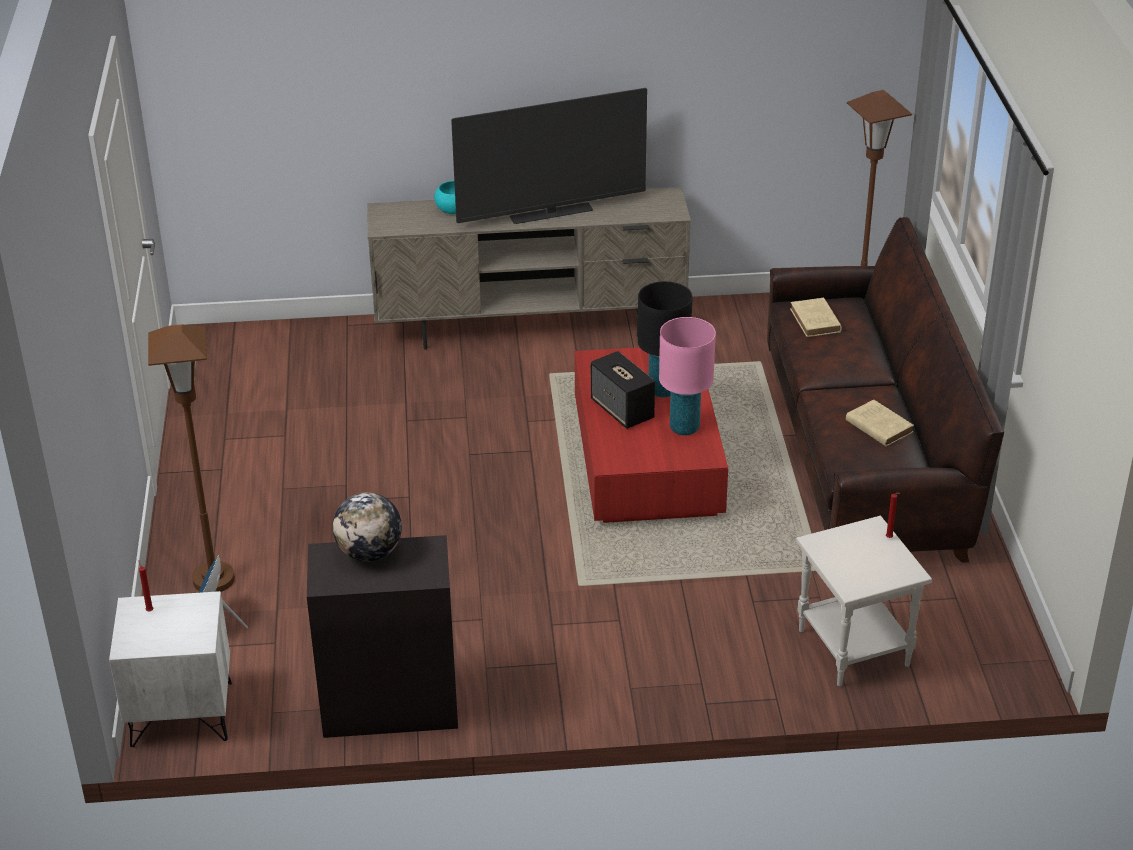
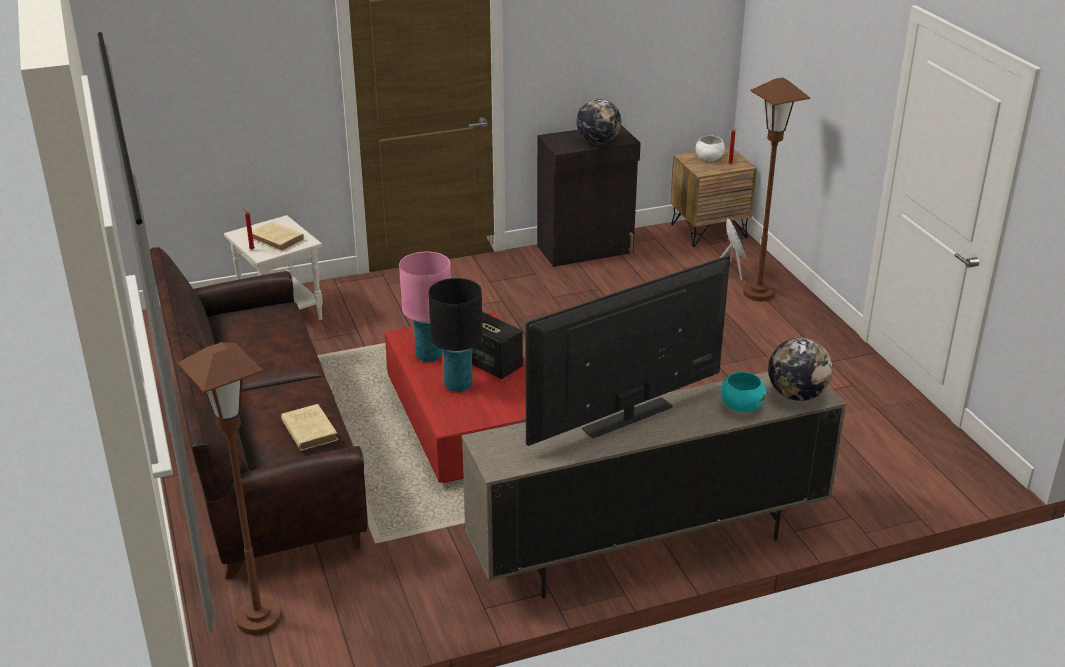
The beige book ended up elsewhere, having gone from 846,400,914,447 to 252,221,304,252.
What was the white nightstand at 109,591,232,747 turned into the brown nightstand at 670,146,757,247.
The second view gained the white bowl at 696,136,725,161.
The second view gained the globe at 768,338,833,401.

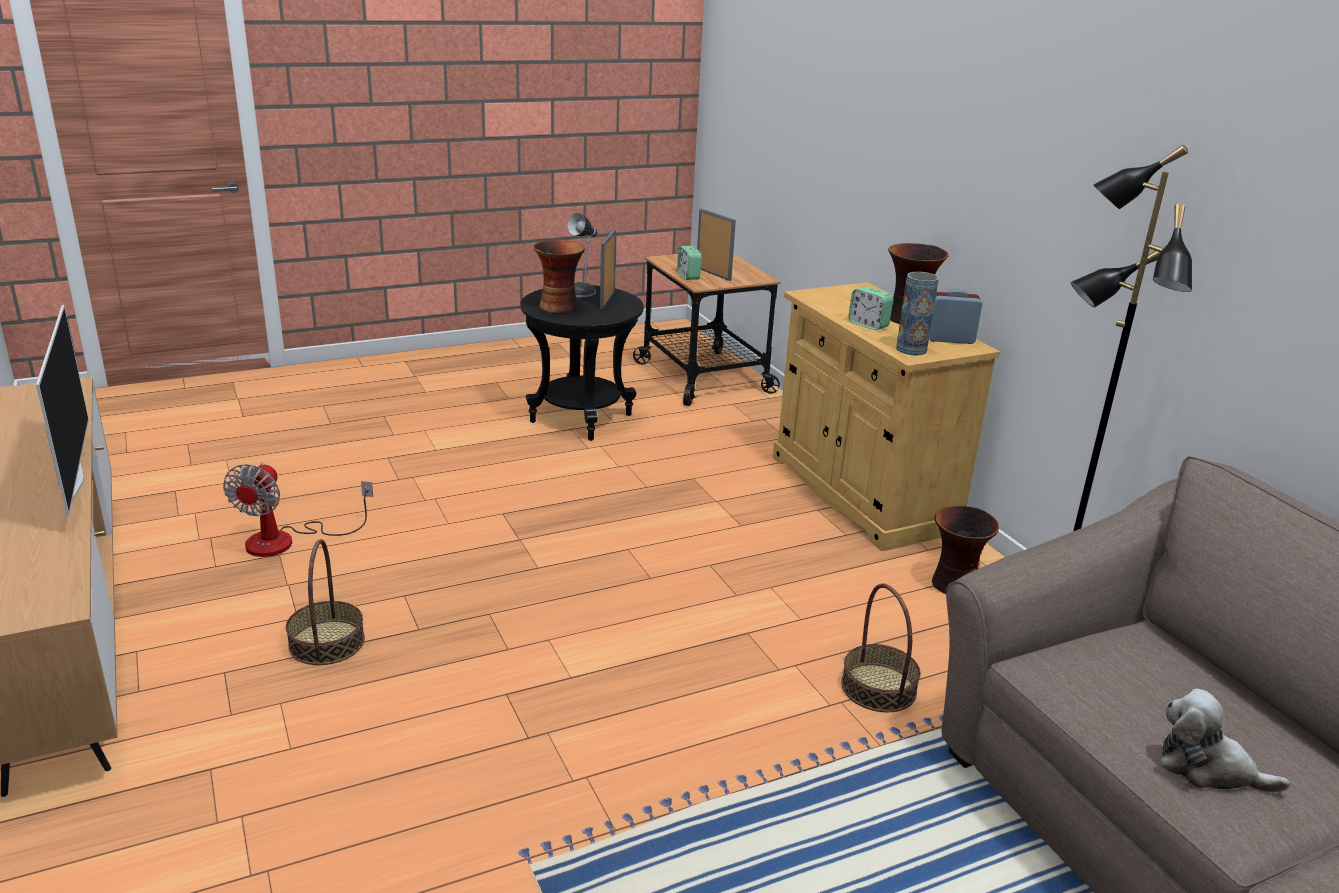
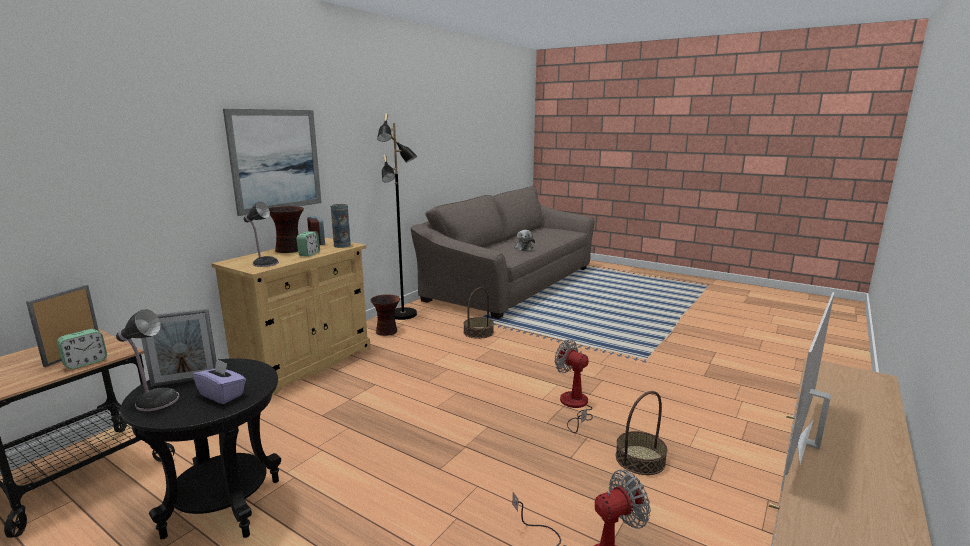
Where the vase stood at 533,240,585,313, the purple tissue box came to stand at 192,359,246,404.
The second view gained the picture at 223,109,322,216.
The second view gained the table lamp at 244,202,279,267.
The second view gained the fan at 555,339,593,433.

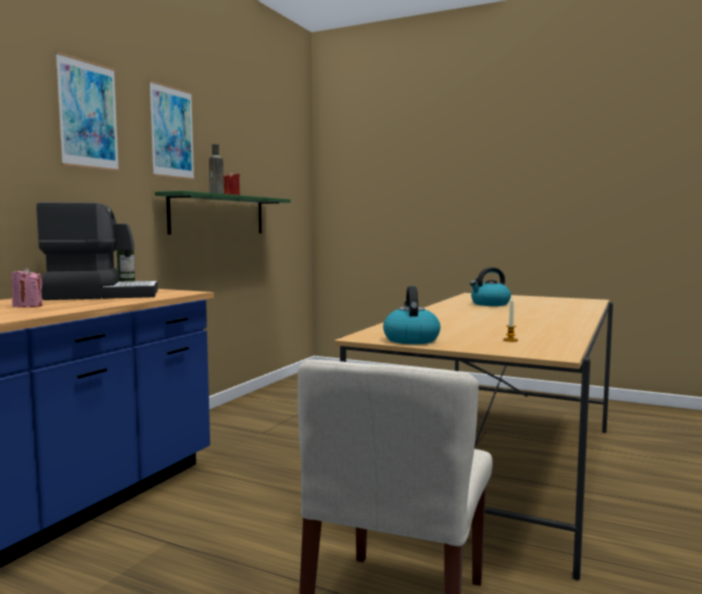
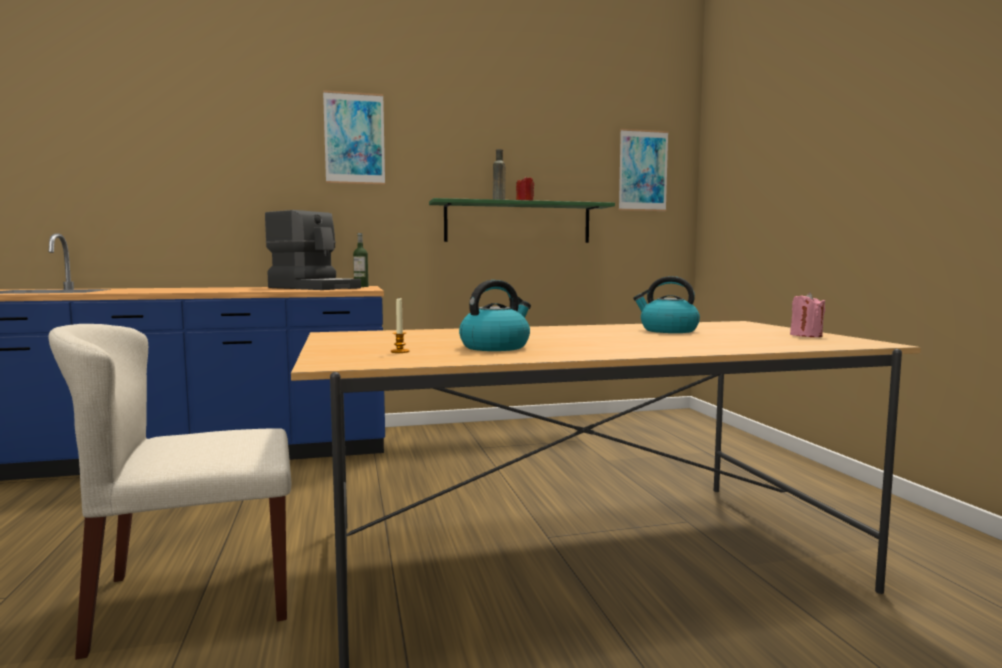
The picture ended up elsewhere, having gone from 149,80,195,180 to 619,129,669,211.
The pink candle ended up elsewhere, having gone from 12,267,43,307 to 790,292,825,337.
The kettle ended up elsewhere, having gone from 383,286,440,344 to 459,280,531,351.

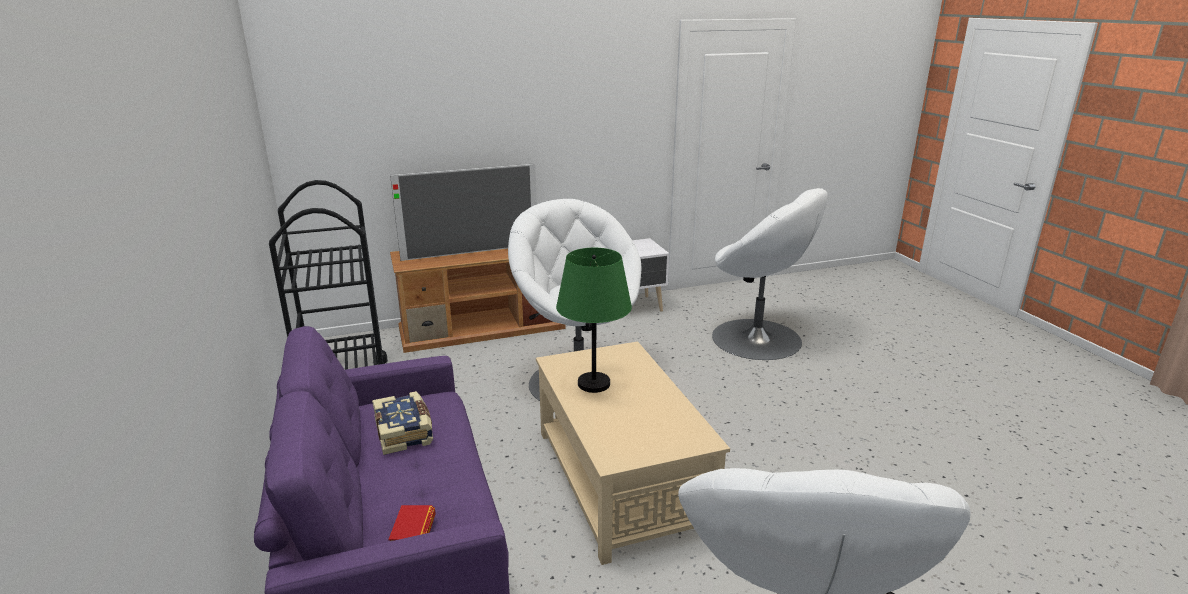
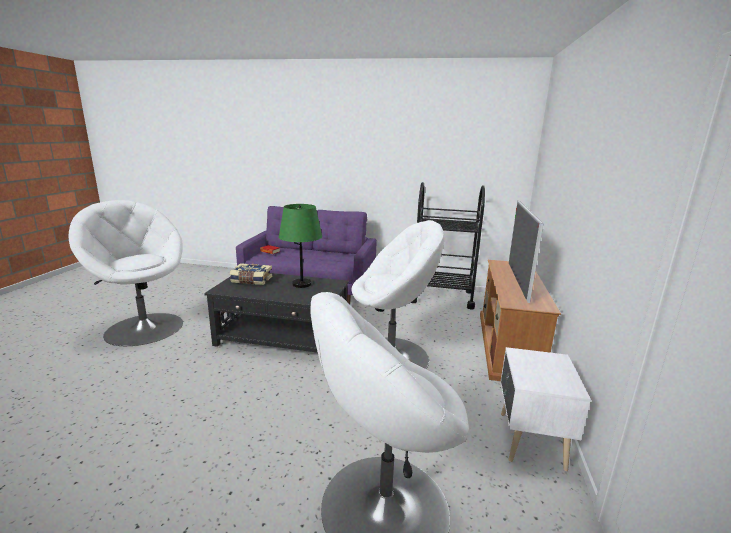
What was the beige coffee table at 536,341,730,565 turned into the black coffee table at 204,273,349,353.
The book ended up elsewhere, having gone from 372,391,433,455 to 230,263,272,285.

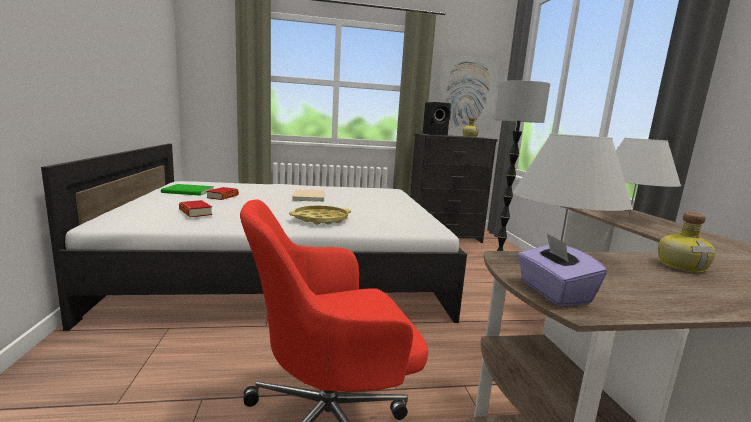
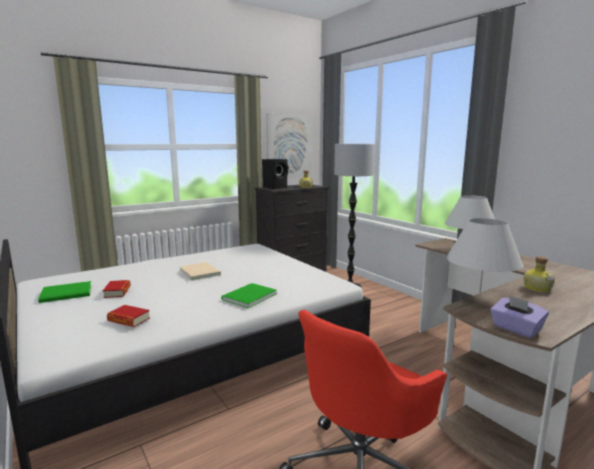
Where the yellow tray stood at 289,205,351,225, the green book came to stand at 221,283,277,308.

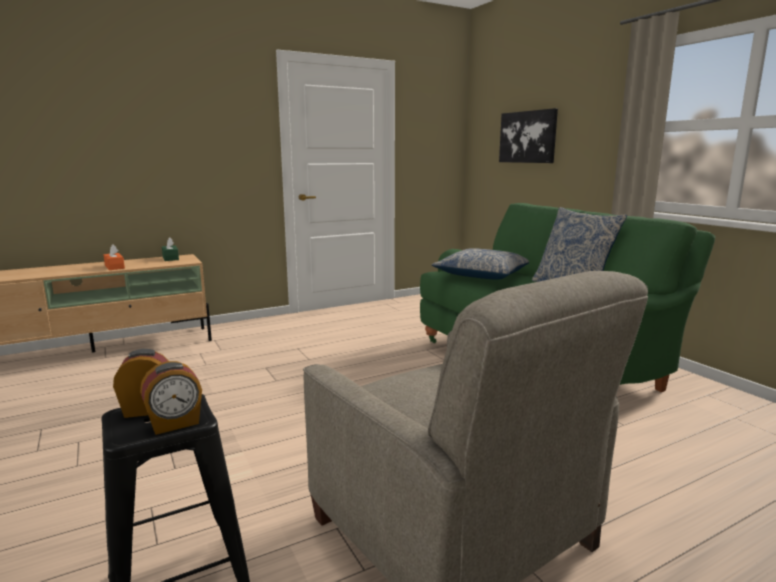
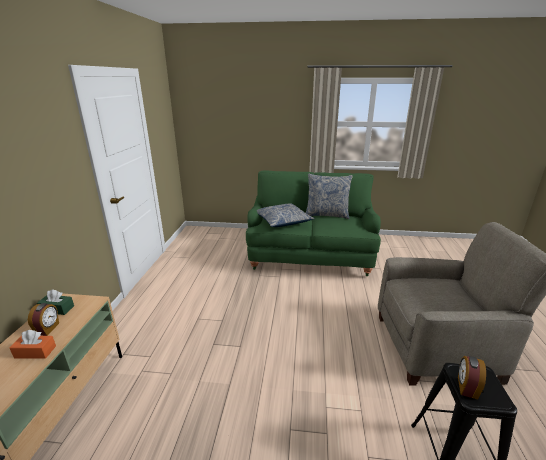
The second view lost the picture at 499,108,558,163.
The alarm clock ended up elsewhere, having gone from 140,361,202,435 to 28,303,59,336.

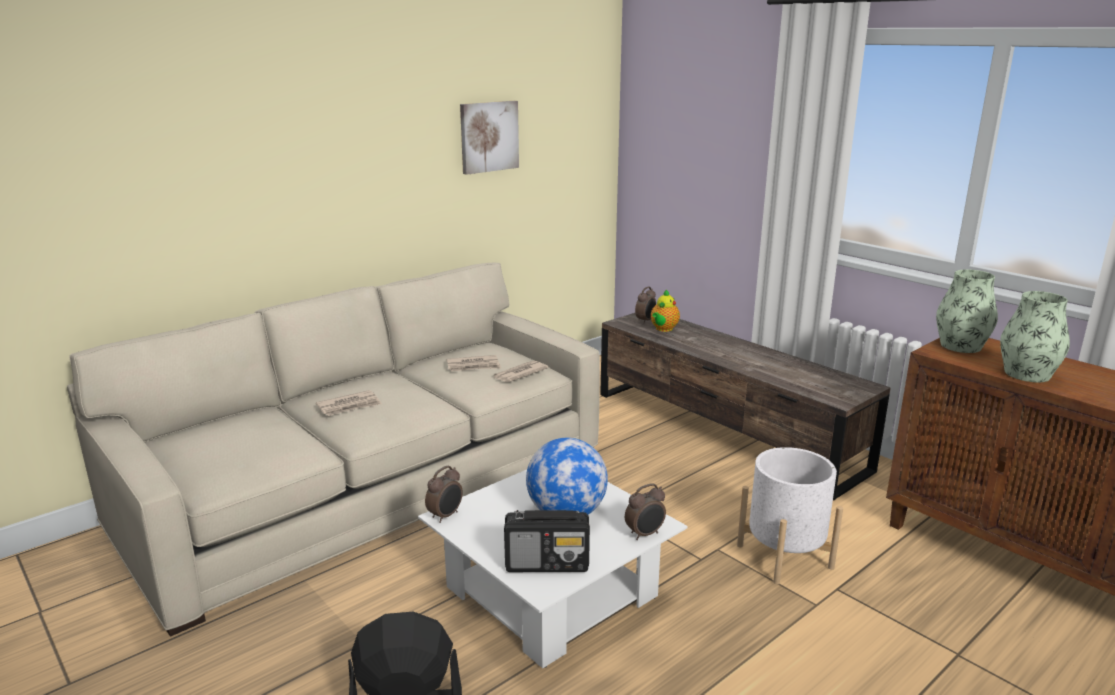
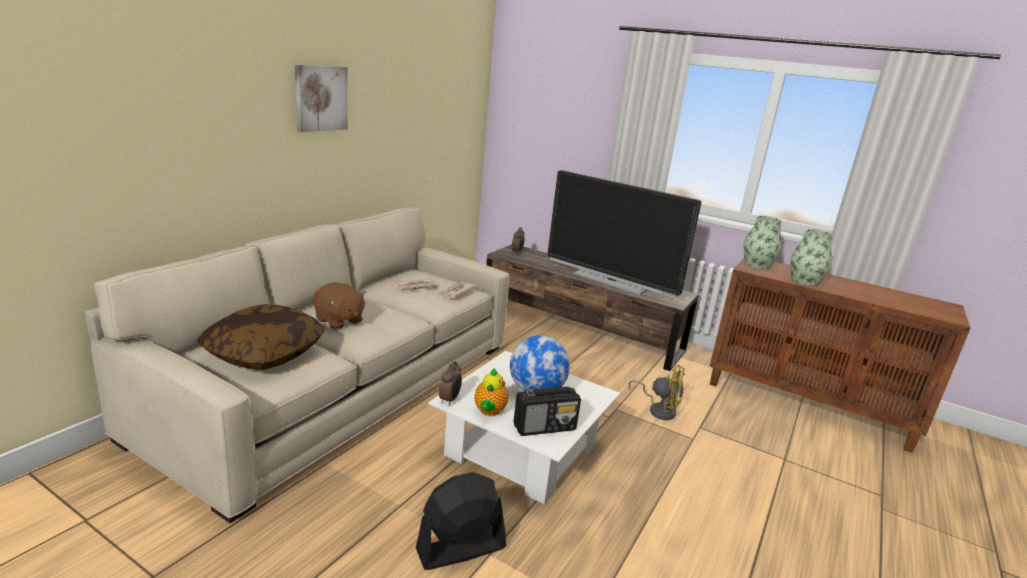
The picture ended up elsewhere, having gone from 460,101,519,175 to 295,65,348,132.
The teapot ended up elsewhere, having gone from 651,290,680,332 to 474,369,509,416.
Where the newspaper stood at 316,390,382,416, the brown plush toy came to stand at 313,282,366,330.
Where the white planter stood at 737,447,843,584, the yellow fan came to stand at 628,364,685,420.
The second view lost the alarm clock at 625,484,666,540.
The second view gained the television at 547,170,701,298.
The second view gained the pillow at 196,304,325,370.

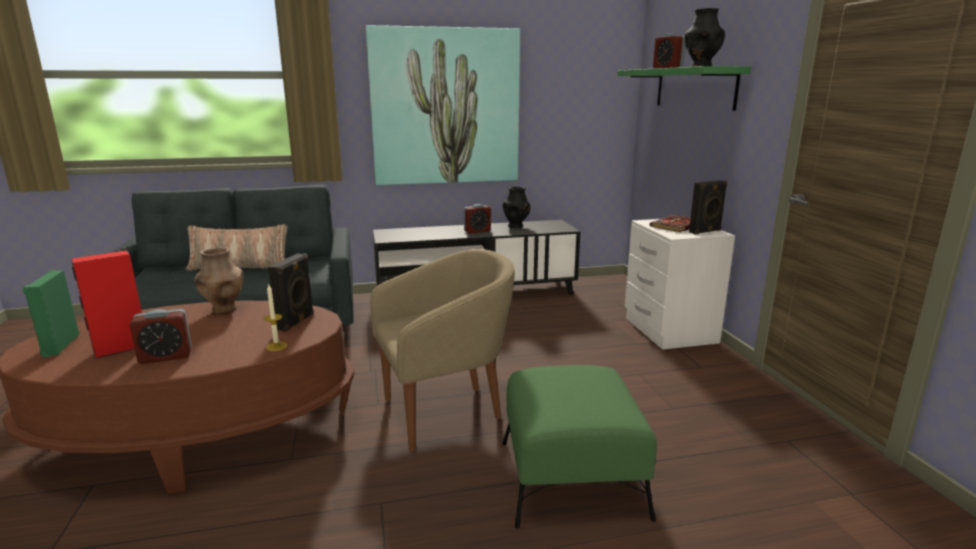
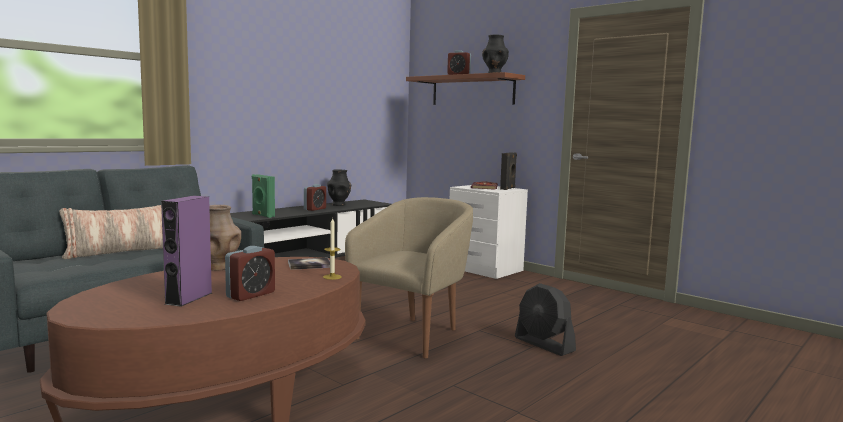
The second view lost the picture at 366,25,520,185.
What was the green shelf at 617,66,751,111 turned into the brown shelf at 406,72,525,105.
What was the red speaker at 71,250,142,359 turned into the purple speaker at 161,196,212,307.
Where the black speaker stood at 268,253,314,332, the book came to stand at 288,258,330,270.
The green speaker ended up elsewhere, having gone from 23,270,79,358 to 252,174,275,218.
Where the green ottoman stood at 502,365,657,529, the black fan came to stand at 515,283,576,356.

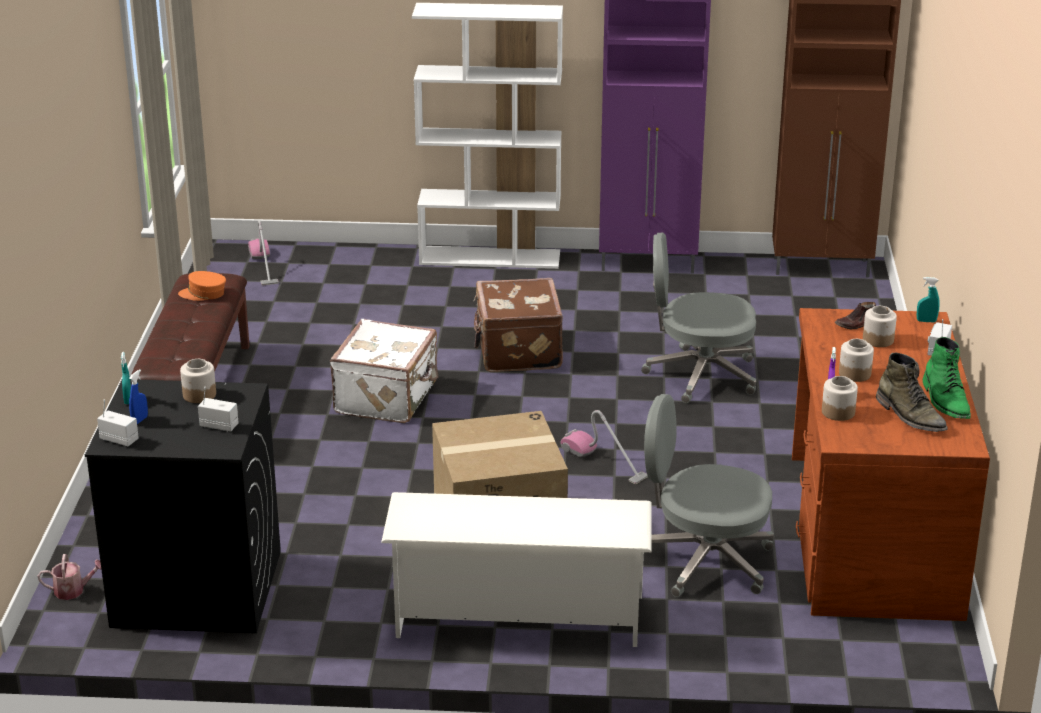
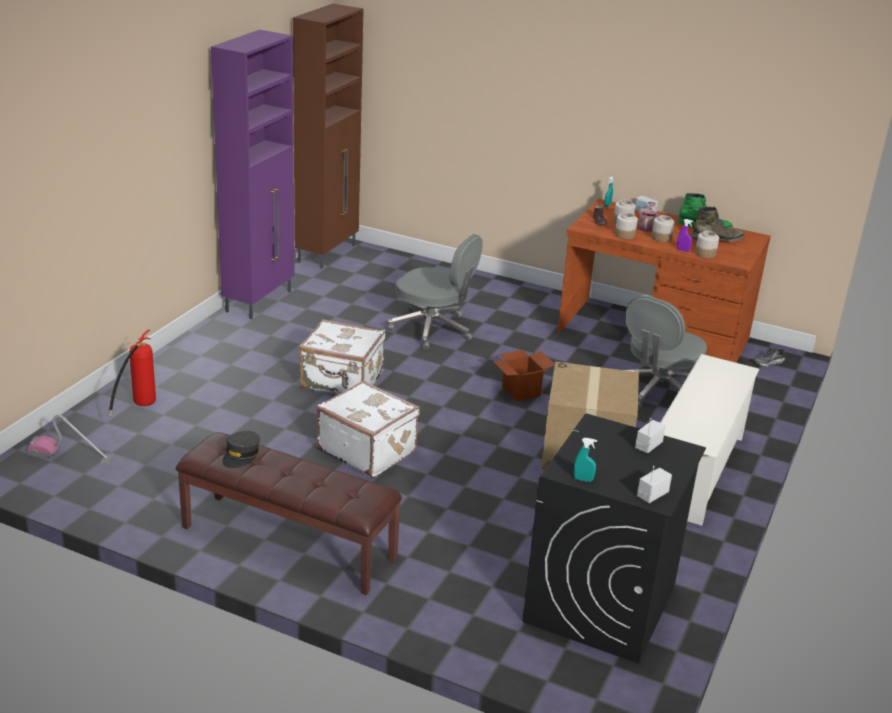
The second view lost the white bookcase at 412,3,563,269.
The grey office chair at 641,233,756,403 ended up facing another way, 90 degrees counterclockwise from before.
What was the orange cap at 178,271,226,301 turned into the grey cap at 222,431,260,468.
What was the brown suitcase at 474,278,563,372 turned into the white suitcase at 299,319,385,394.
The jar ended up elsewhere, having gone from 180,359,216,403 to 615,212,638,239.
The second view lost the blue spray bottle at 129,369,148,424.
Where the vacuum cleaner stood at 560,410,648,484, the cardboard box came to stand at 493,350,555,401.
The watering can ended up elsewhere, having gone from 38,554,101,600 to 637,202,659,232.
The second view gained the fire extinguisher at 108,330,156,416.
The second view gained the shoe at 754,347,785,367.

